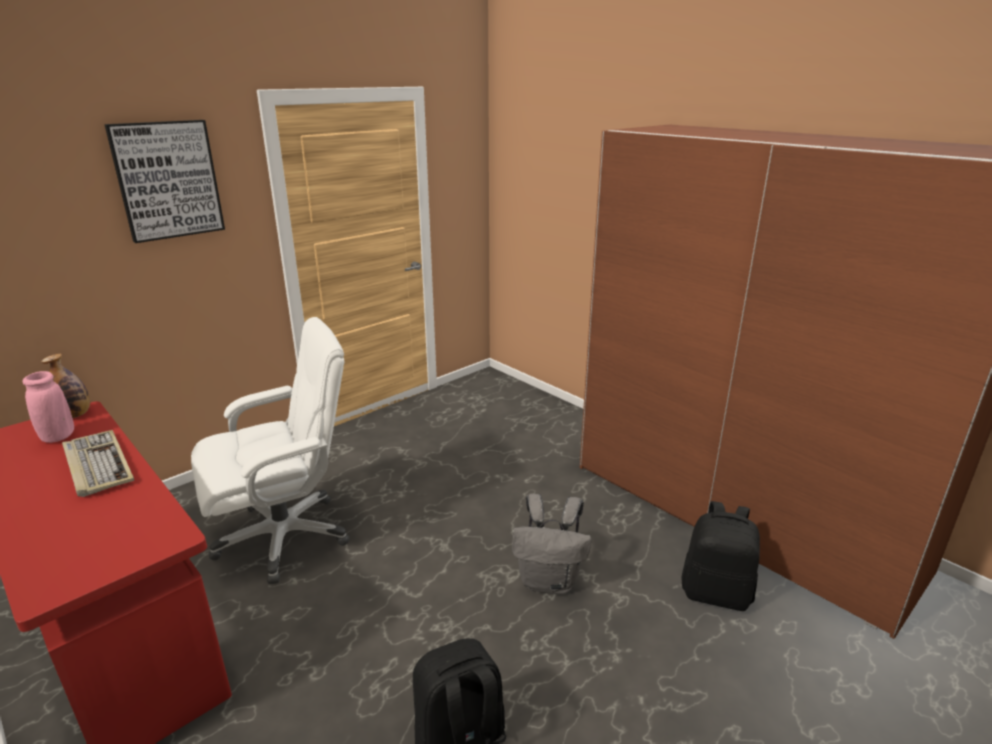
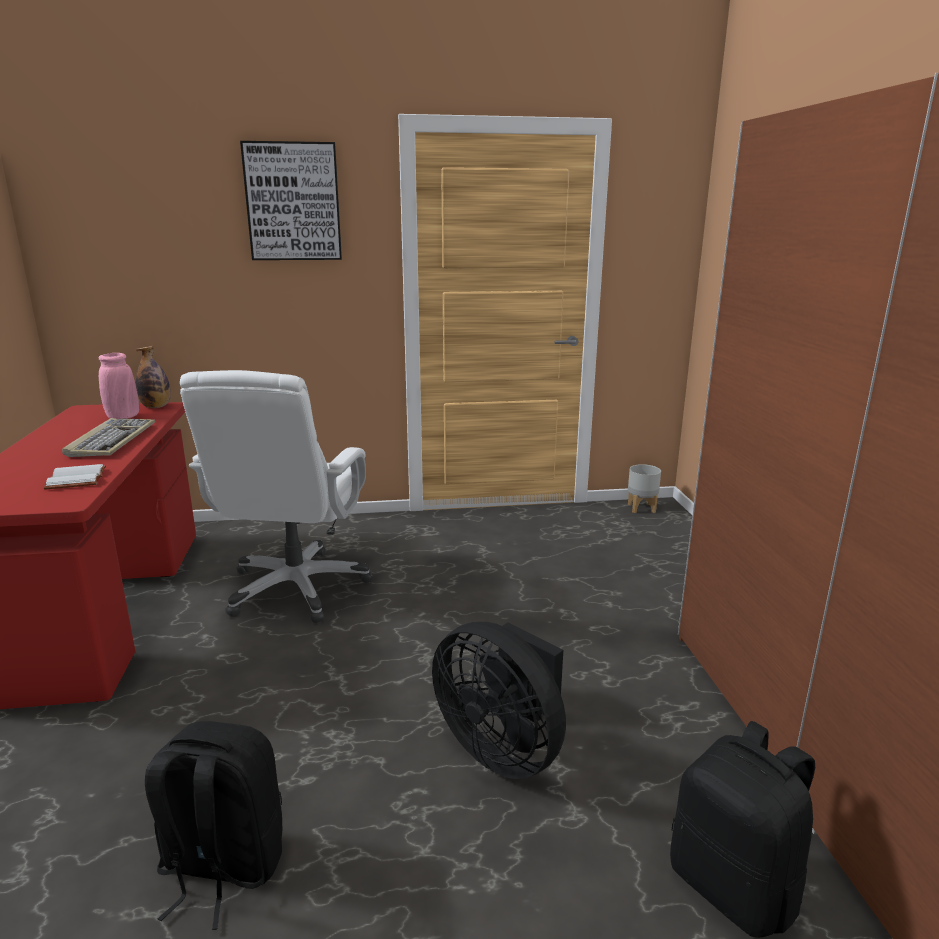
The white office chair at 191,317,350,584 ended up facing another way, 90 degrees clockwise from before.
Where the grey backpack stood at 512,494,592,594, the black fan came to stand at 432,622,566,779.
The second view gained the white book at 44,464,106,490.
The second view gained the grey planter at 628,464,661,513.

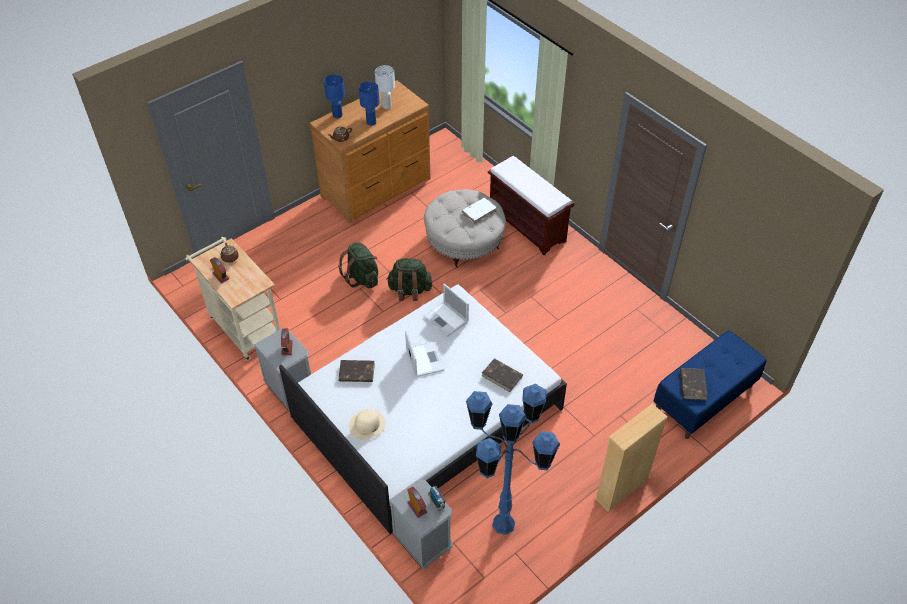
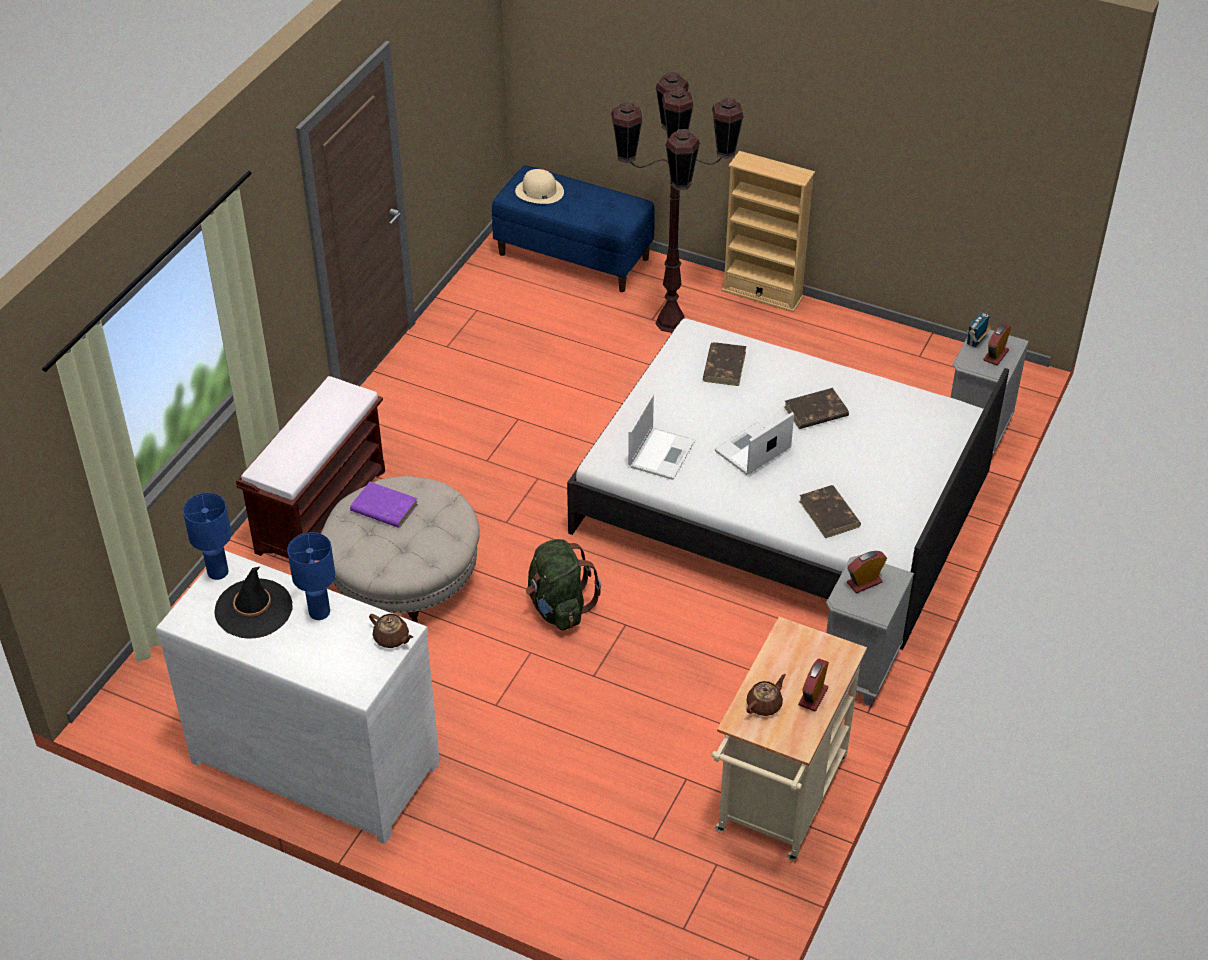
Where the white table lamp stood at 375,65,395,109, the black hat came to stand at 214,567,292,639.
The blue table lamp ended up elsewhere, having gone from 324,74,345,118 to 183,493,232,580.
What was the brown dresser at 309,80,431,224 turned into the white dresser at 156,551,440,844.
What was the white book at 462,198,497,224 turned into the purple book at 350,482,418,528.
The second view lost the green backpack at 338,242,378,288.
The brown book ended up elsewhere, having gone from 680,368,708,400 to 784,388,849,429.
The second view lost the blue floor lamp at 466,384,560,535.
The beige hat ended up elsewhere, having gone from 349,409,385,440 to 515,169,564,204.
The second view gained the brown floor lamp at 611,72,744,333.

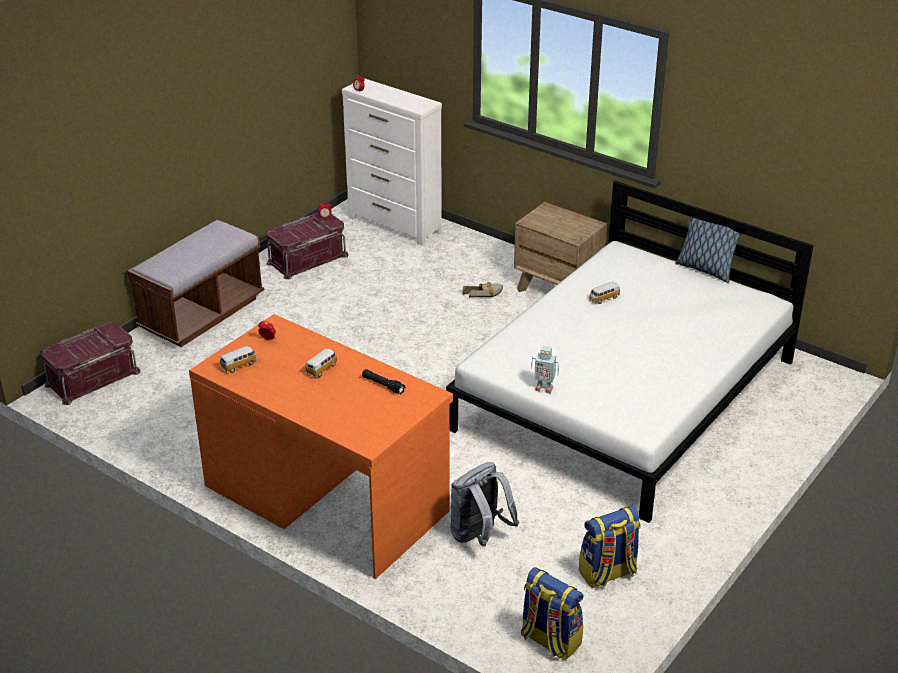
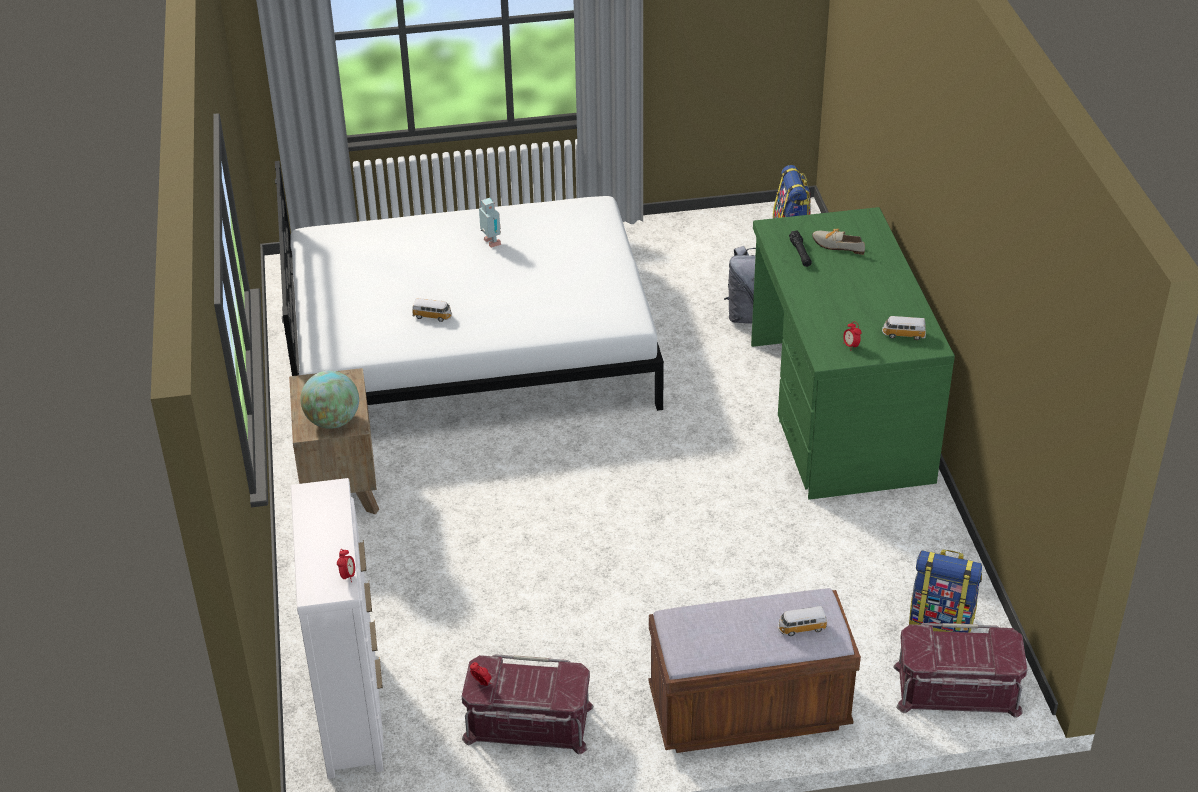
The second view lost the pillow at 676,217,741,283.
The shoe ended up elsewhere, having gone from 462,282,503,297 to 812,229,865,255.
What was the orange desk at 189,314,453,579 turned into the green desk at 751,207,955,500.
The toy robot ended up elsewhere, having gone from 531,346,559,394 to 479,198,501,248.
The toy car ended up elsewhere, having gone from 305,349,338,378 to 778,606,827,636.
The backpack ended up elsewhere, having gone from 579,506,641,588 to 909,549,982,633.
The second view gained the globe at 301,371,359,429.

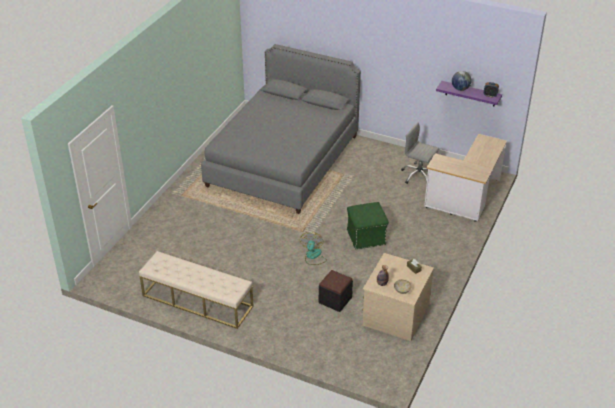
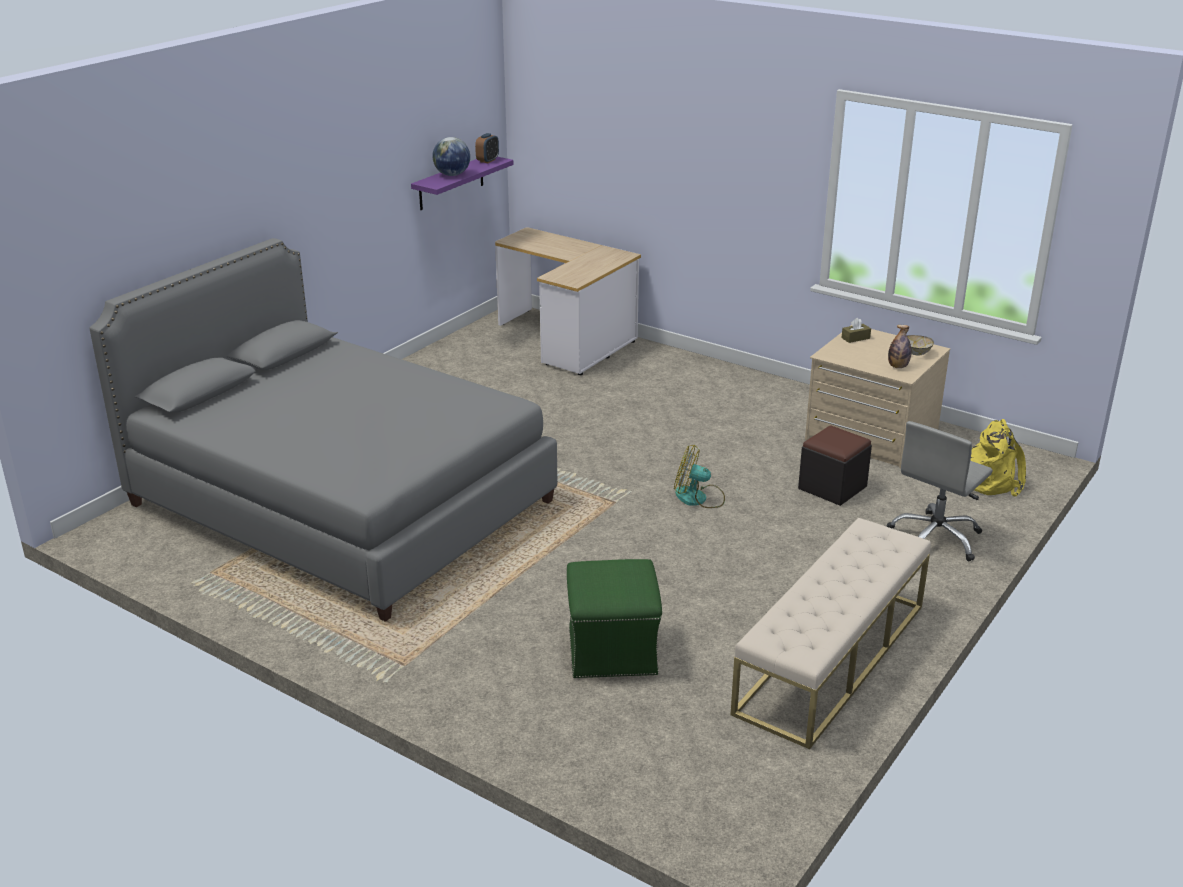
The grey office chair ended up elsewhere, having gone from 401,122,439,184 to 886,421,993,561.
The green ottoman ended up elsewhere, having gone from 347,202,389,249 to 567,559,662,678.
The second view gained the yellow backpack at 970,419,1026,496.

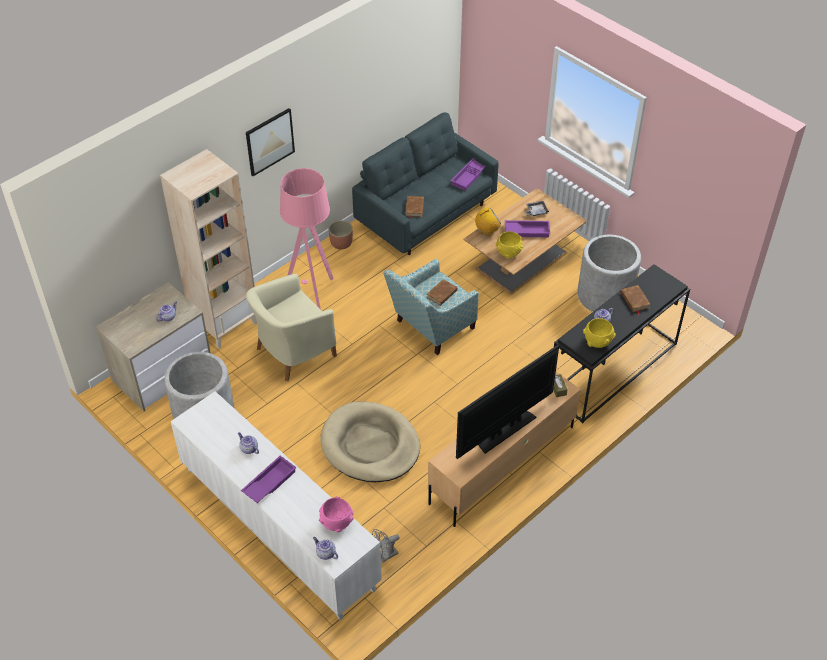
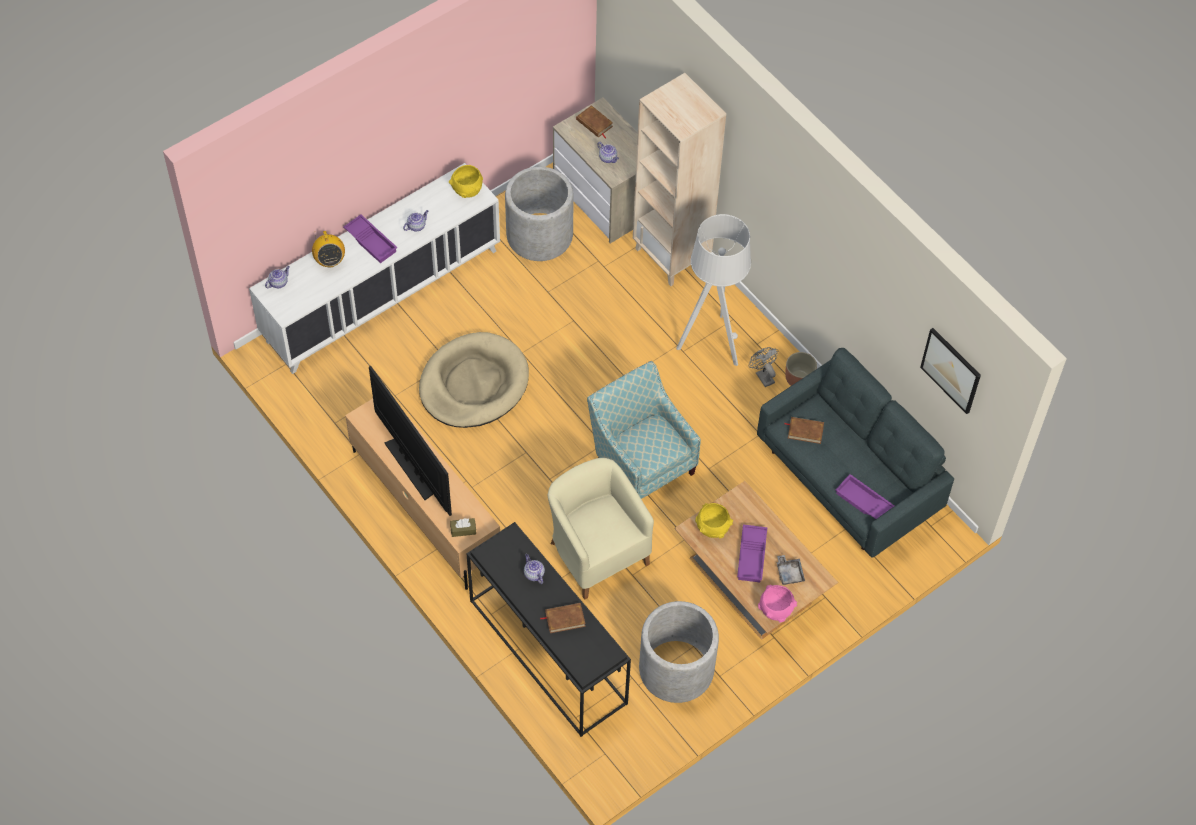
The picture ended up elsewhere, having gone from 246,108,295,176 to 920,328,981,414.
What was the pink floor lamp at 280,168,333,310 turned into the grey floor lamp at 676,214,751,366.
The radio ended up elsewhere, having gone from 475,208,501,235 to 312,231,345,267.
The beige armchair ended up elsewhere, having gone from 246,274,337,381 to 548,458,654,600.
The brown book ended up elsewhere, having gone from 426,279,458,306 to 576,105,613,138.
The yellow bowl ended up elsewhere, having gone from 583,318,616,348 to 449,165,483,198.
The pink bowl ended up elsewhere, having gone from 319,496,354,532 to 758,585,797,623.
The grey fan ended up elsewhere, having gone from 372,529,400,562 to 749,347,778,387.

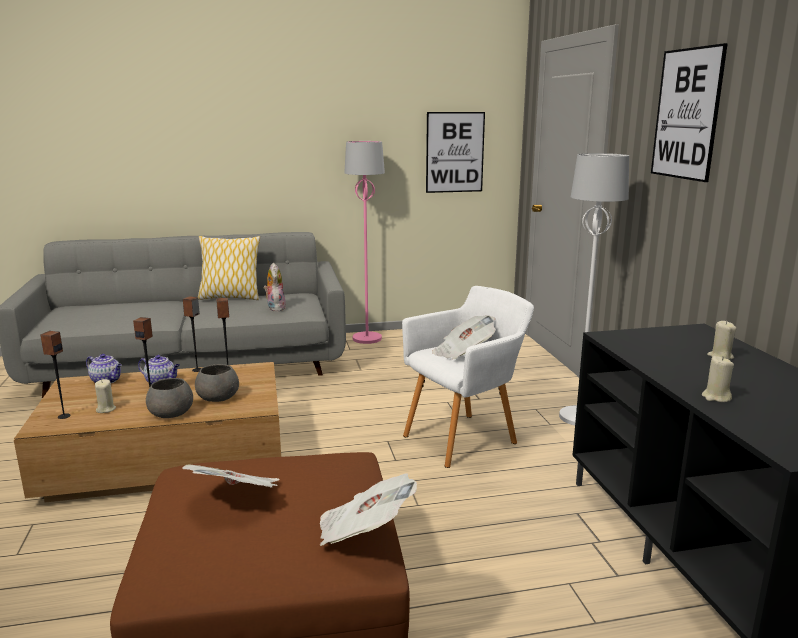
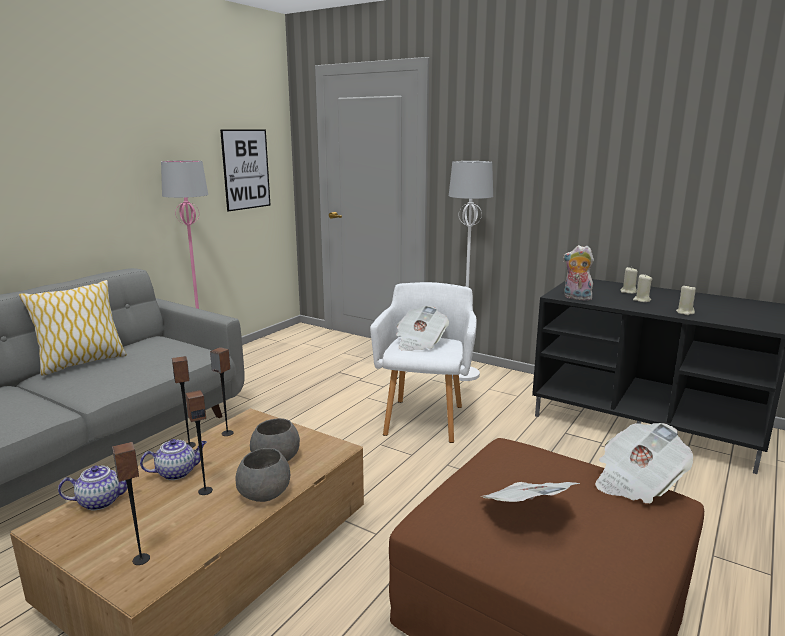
The second view lost the picture at 651,43,728,182.
The plush toy ended up elsewhere, having gone from 263,263,286,311 to 563,245,594,301.
The beige candle ended up elsewhere, having gone from 95,379,116,413 to 633,274,652,302.

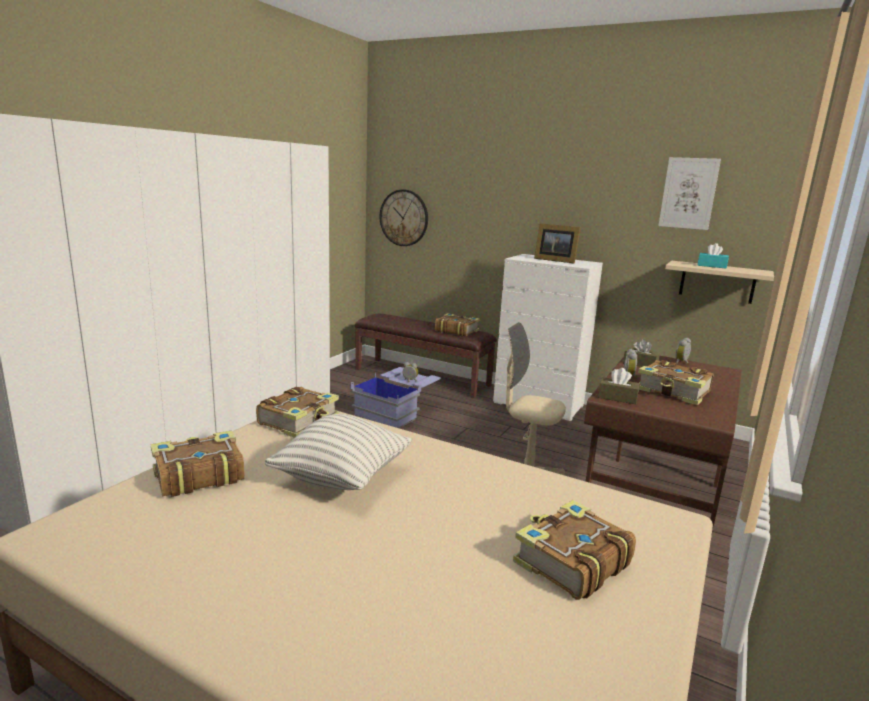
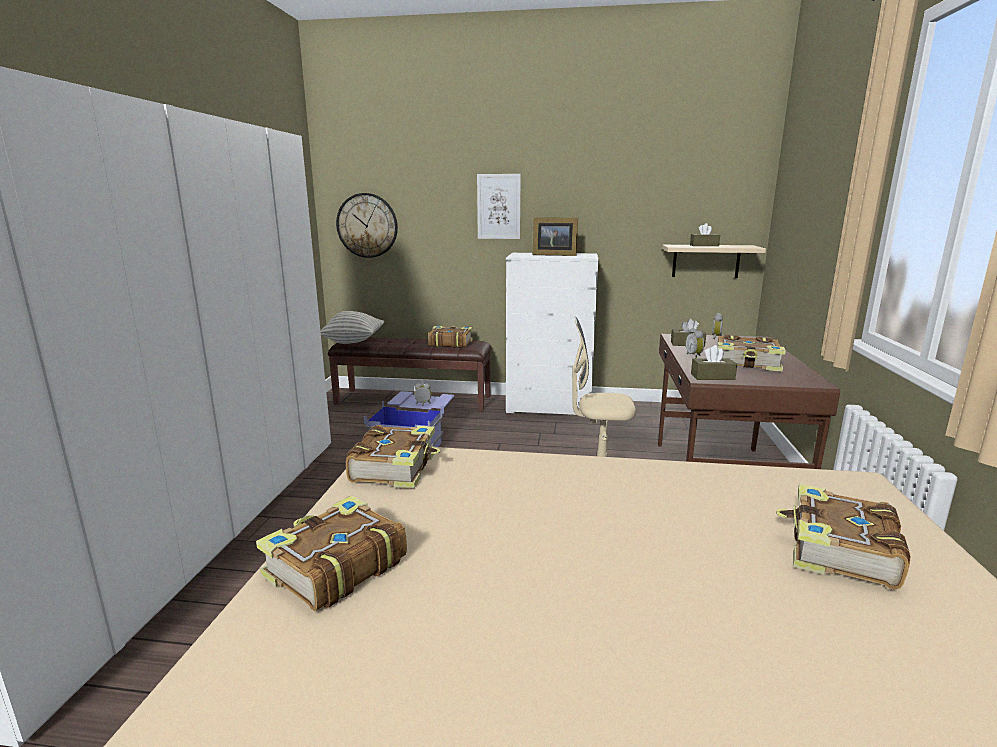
The picture ended up elsewhere, having gone from 658,157,721,230 to 477,174,521,239.
What was the turquoise tissue box at 698,243,729,269 turned into the brown tissue box at 690,223,720,246.
The pillow ended up elsewhere, having gone from 265,414,412,490 to 320,311,384,344.

